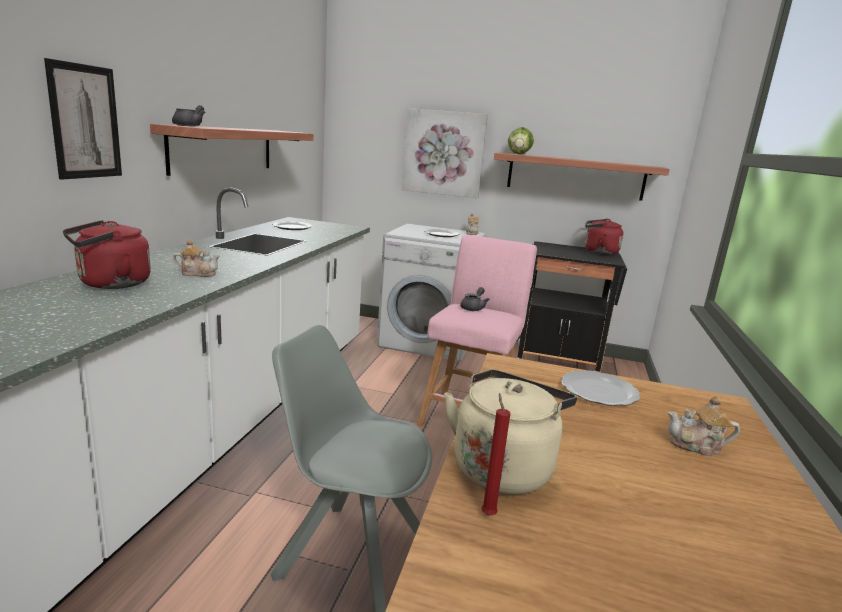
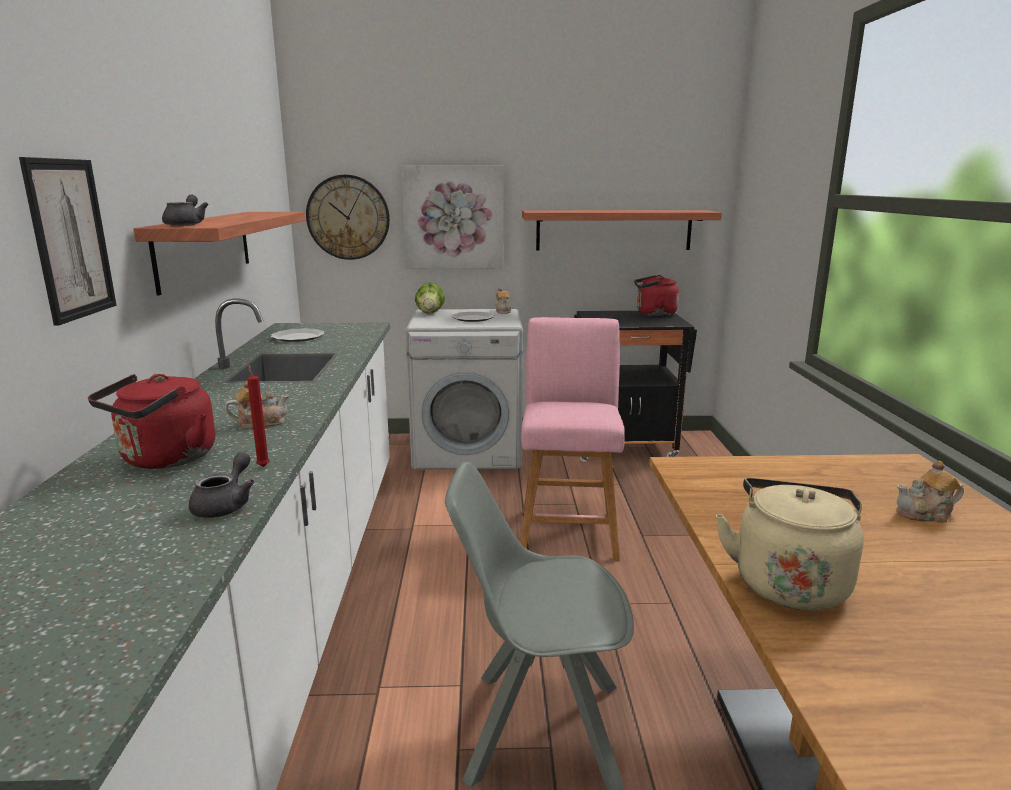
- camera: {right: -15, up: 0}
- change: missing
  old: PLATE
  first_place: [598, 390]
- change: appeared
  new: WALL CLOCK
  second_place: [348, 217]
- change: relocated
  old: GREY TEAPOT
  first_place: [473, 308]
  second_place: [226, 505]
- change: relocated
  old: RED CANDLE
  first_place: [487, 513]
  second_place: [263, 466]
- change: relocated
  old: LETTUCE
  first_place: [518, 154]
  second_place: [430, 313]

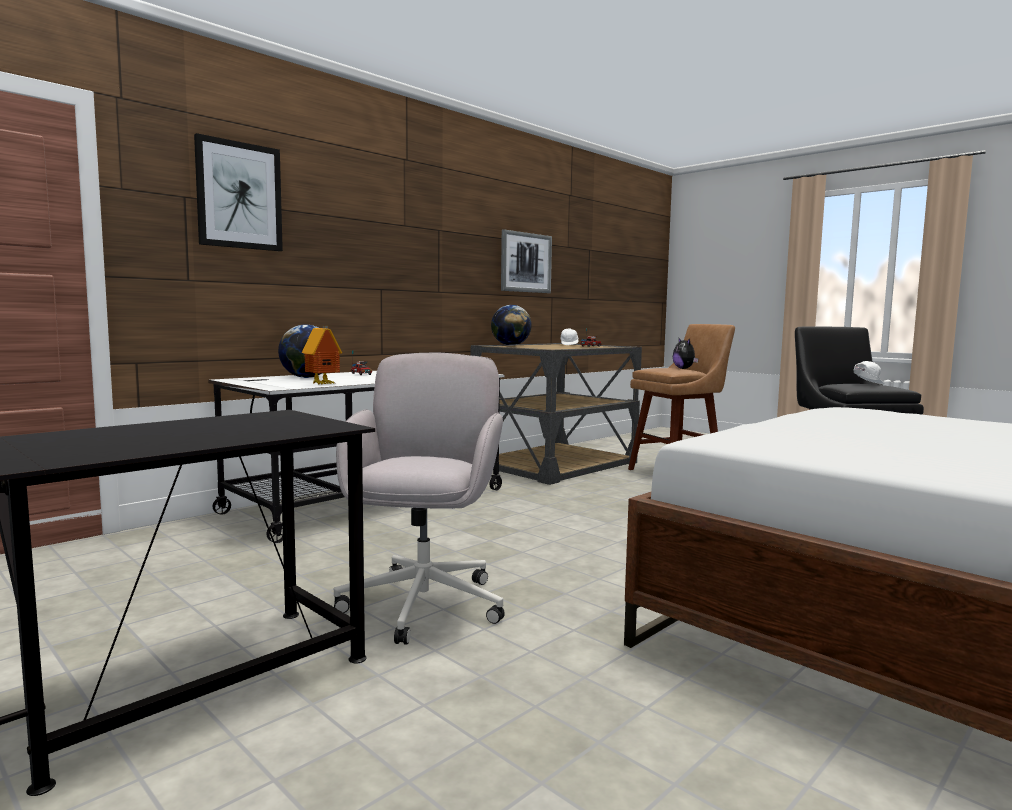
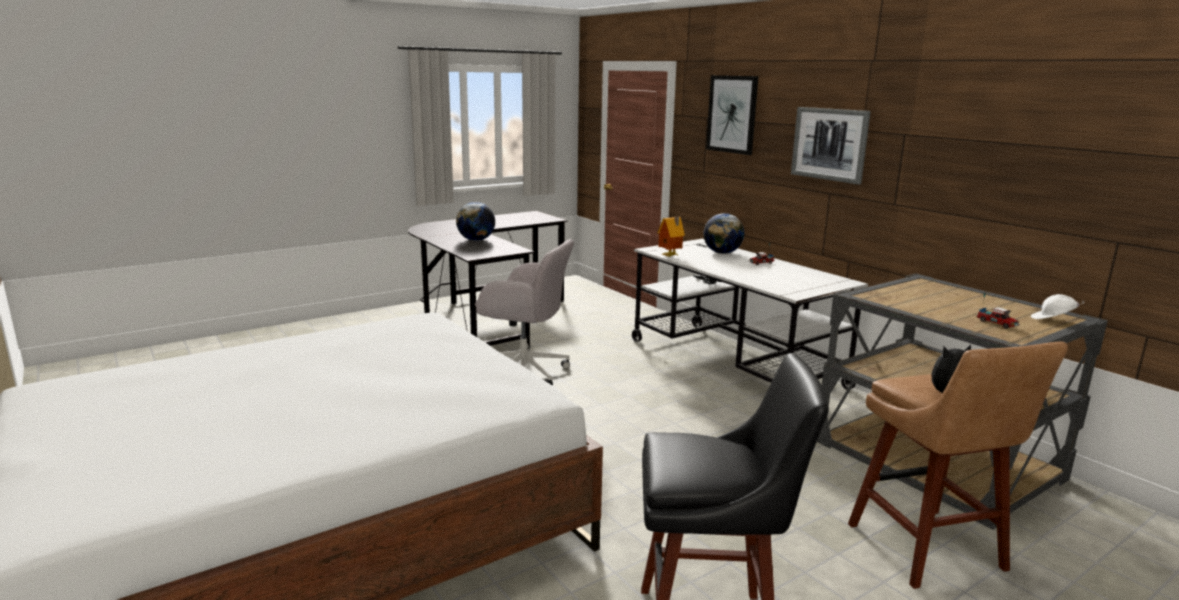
- camera: {right: 100, up: 10}
- change: missing
  old: WHITE CAP
  first_place: [866, 384]
- change: relocated
  old: GLOBE
  first_place: [511, 345]
  second_place: [476, 240]
- change: relocated
  old: PICTURE
  first_place: [526, 262]
  second_place: [829, 144]

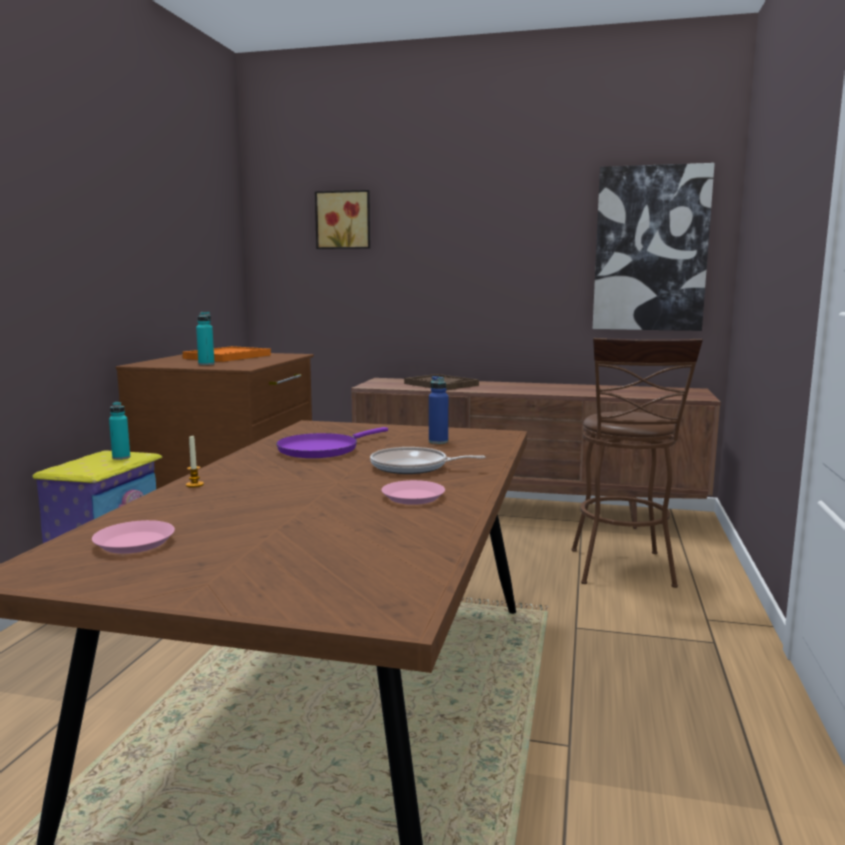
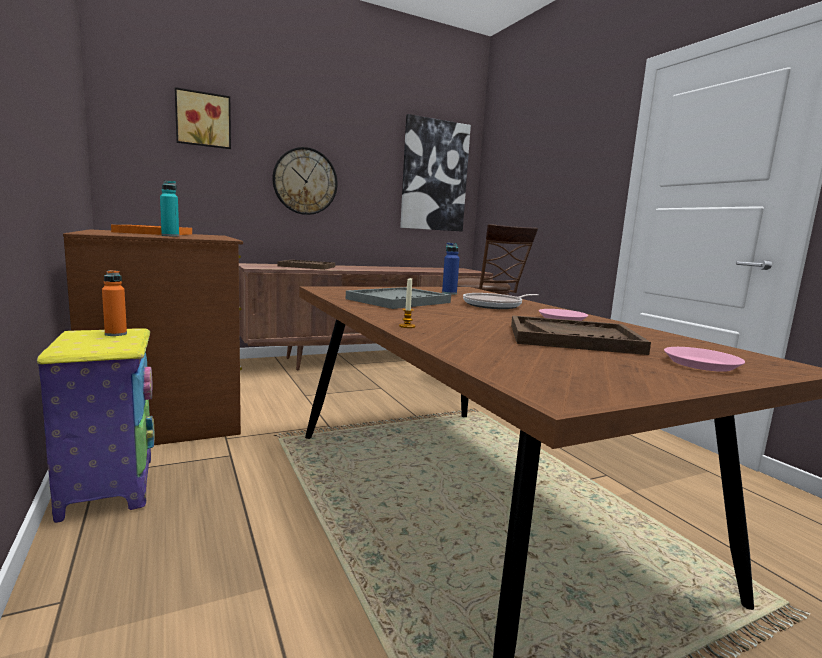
- camera: {right: -40, up: 0}
- change: appeared
  new: WALL CLOCK
  second_place: [305, 181]
- change: appeared
  new: BROWN TRAY
  second_place: [573, 338]
- change: relocated
  old: PINK PLATE
  first_place: [134, 542]
  second_place: [701, 364]
- change: exchanged
  old: PURPLE FRYING PAN
  new: GREY TRAY
  first_place: [322, 449]
  second_place: [398, 301]
- change: colour
  old: TURQUOISE BOTTLE
  new: ORANGE BOTTLE
  first_place: [121, 457]
  second_place: [116, 334]

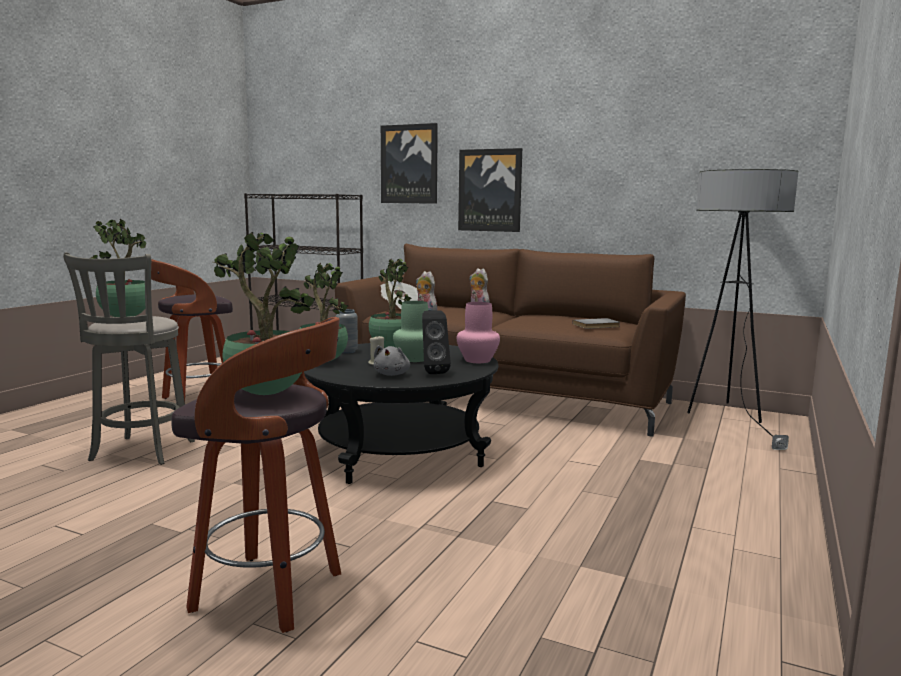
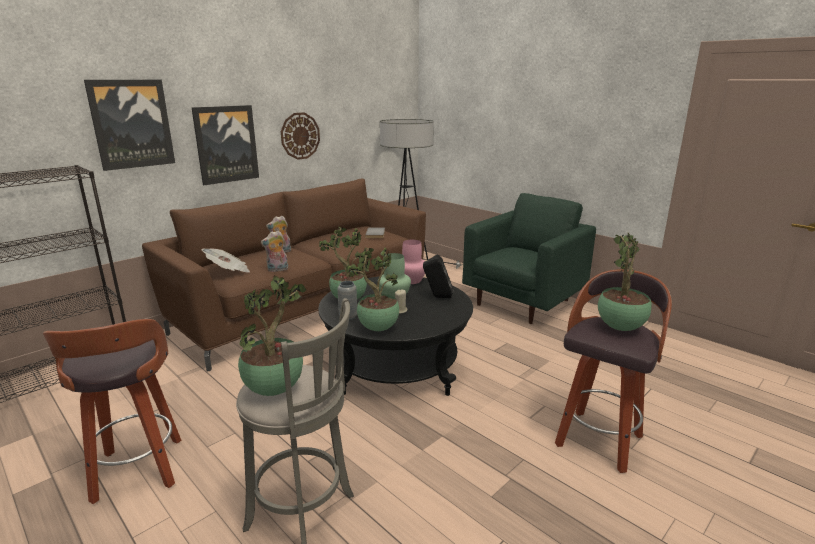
- camera: {right: -70, up: 10}
- change: missing
  old: GREY PLUSH TOY
  first_place: [392, 374]
- change: appeared
  new: WALL CLOCK
  second_place: [300, 136]
- change: appeared
  new: GREEN ARMCHAIR
  second_place: [523, 302]

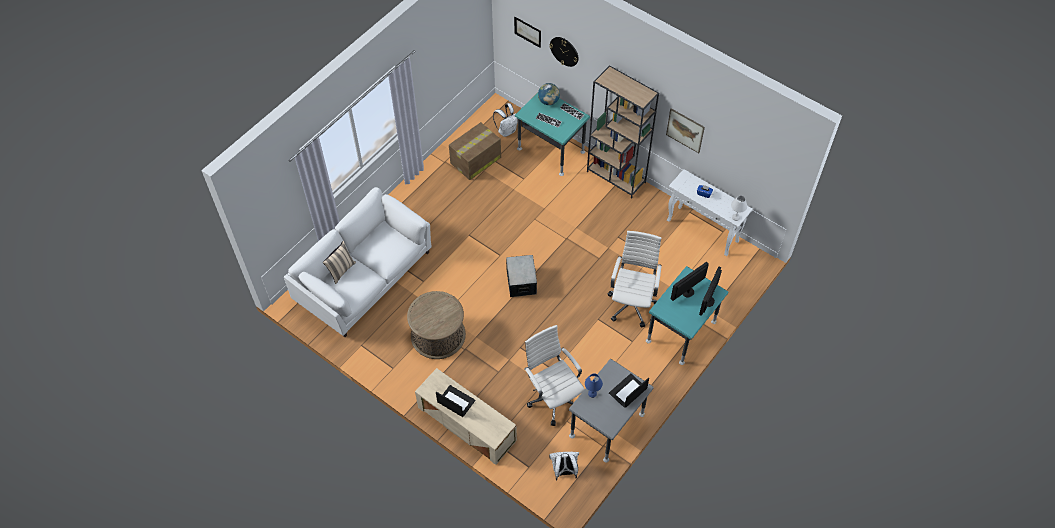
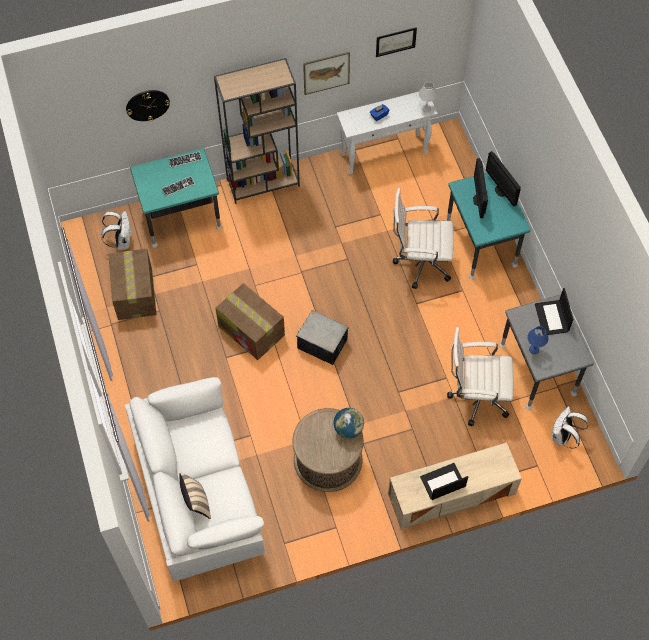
- camera: {right: -55, up: 5}
- change: appeared
  new: CARDBOARD BOX
  second_place: [252, 331]
- change: relocated
  old: PICTURE
  first_place: [527, 32]
  second_place: [395, 41]
- change: relocated
  old: GLOBE
  first_place: [548, 101]
  second_place: [348, 429]
- change: spun
  old: WHITE OFFICE CHAIR
  first_place: [632, 303]
  second_place: [420, 263]
  degrees: -45

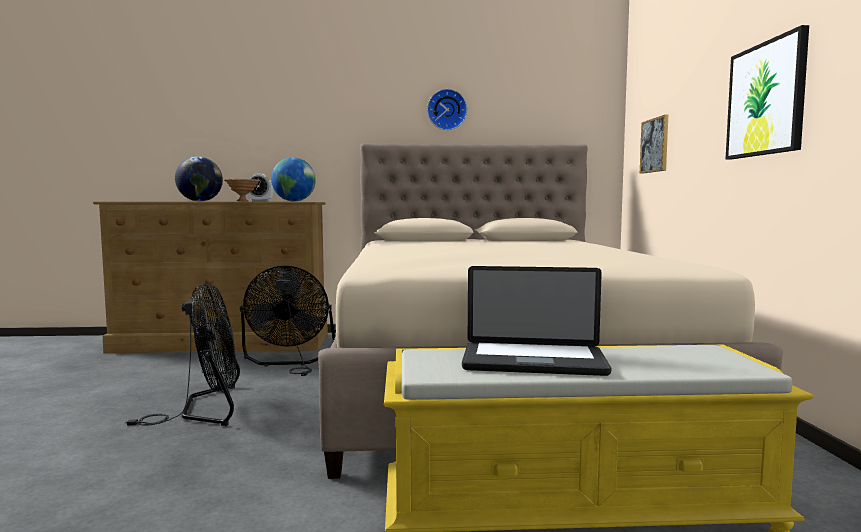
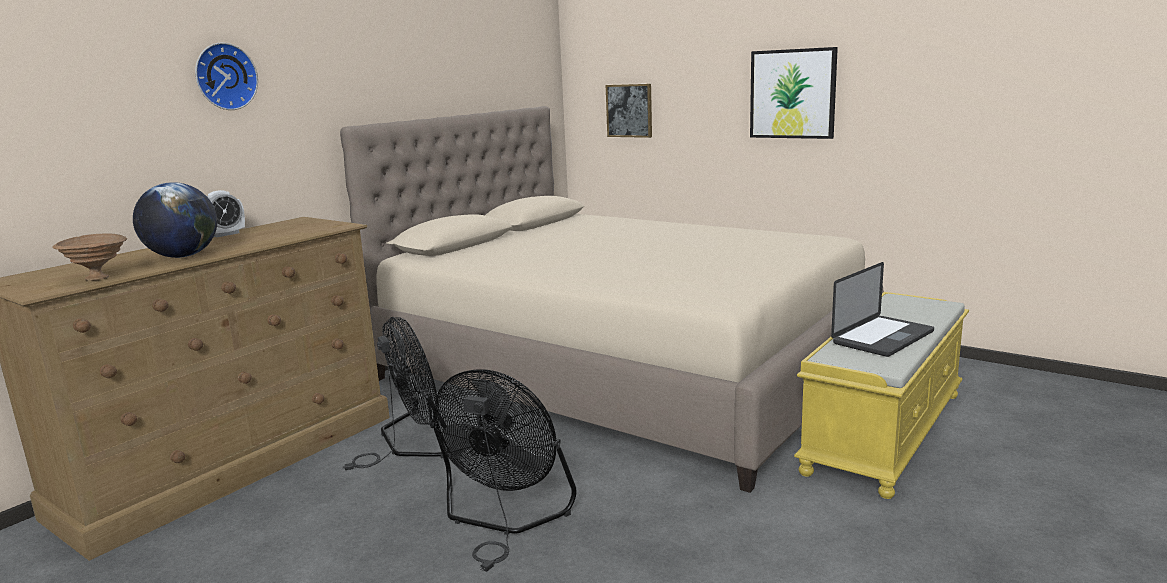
- camera: {right: -50, up: 10}
- change: missing
  old: GLOBE
  first_place: [294, 201]
- change: relocated
  old: BROWN BOWL
  first_place: [243, 201]
  second_place: [99, 278]
- change: relocated
  old: WALL CLOCK
  first_place: [447, 110]
  second_place: [224, 76]
- change: spun
  old: BLACK FAN
  first_place: [289, 362]
  second_place: [406, 441]
  degrees: 120

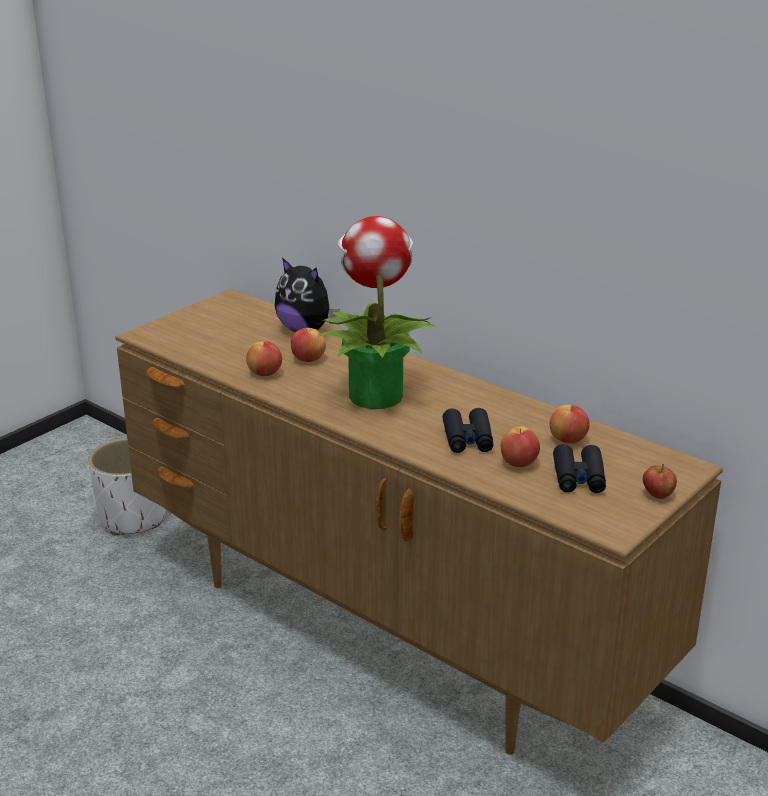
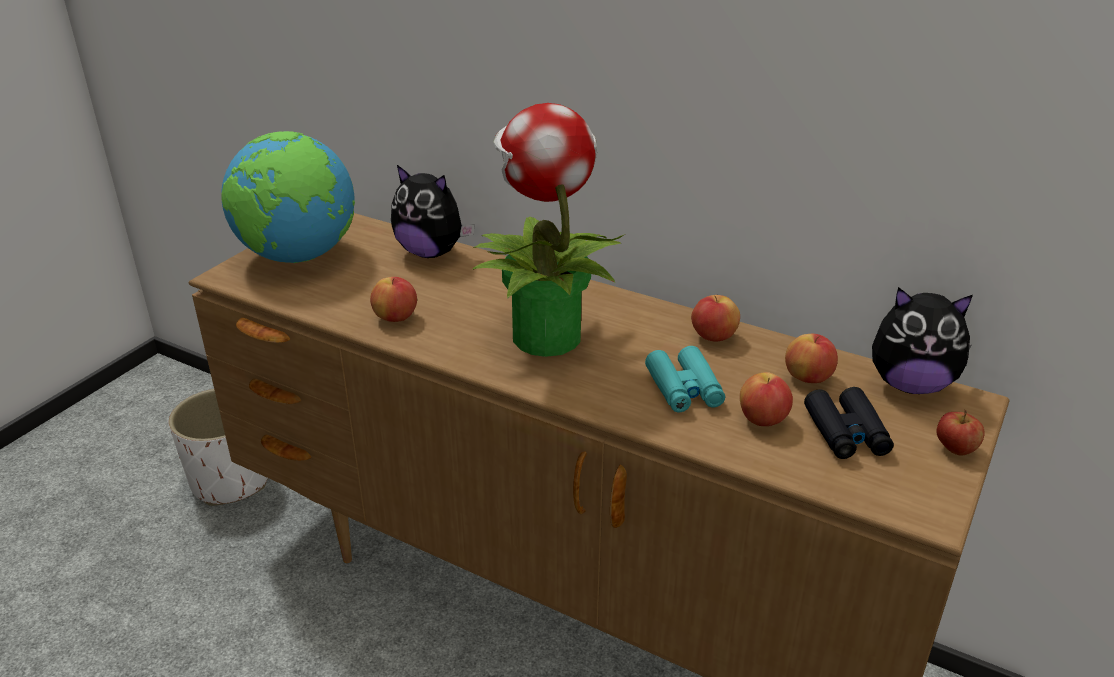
- camera: {right: -10, up: 5}
- change: appeared
  new: GLOBE
  second_place: [298, 256]
- change: appeared
  new: PLUSH TOY
  second_place: [910, 384]
- change: relocated
  old: APPLE
  first_place: [308, 359]
  second_place: [713, 337]
- change: colour
  old: BLACK BINOCULARS
  new: TURQUOISE BINOCULARS
  first_place: [468, 439]
  second_place: [684, 389]

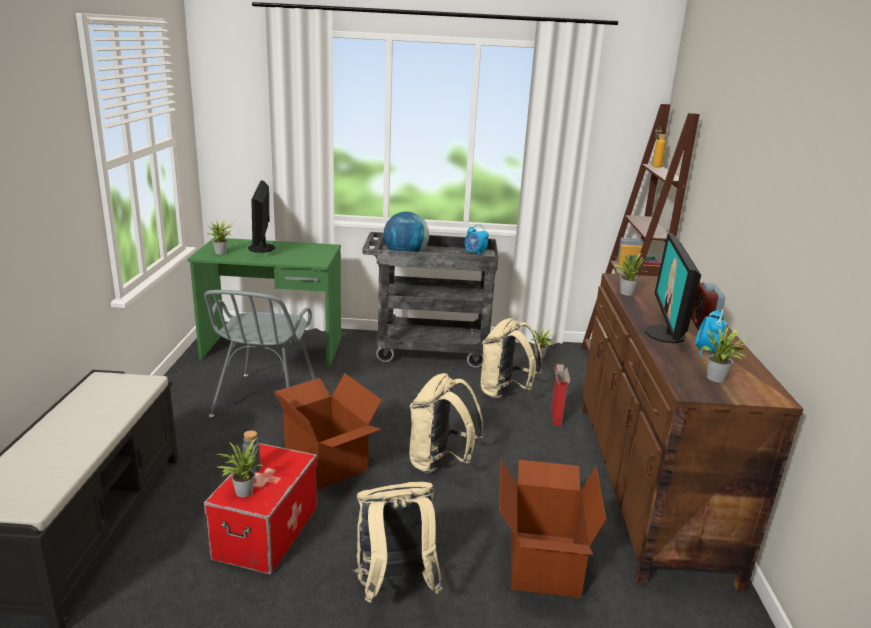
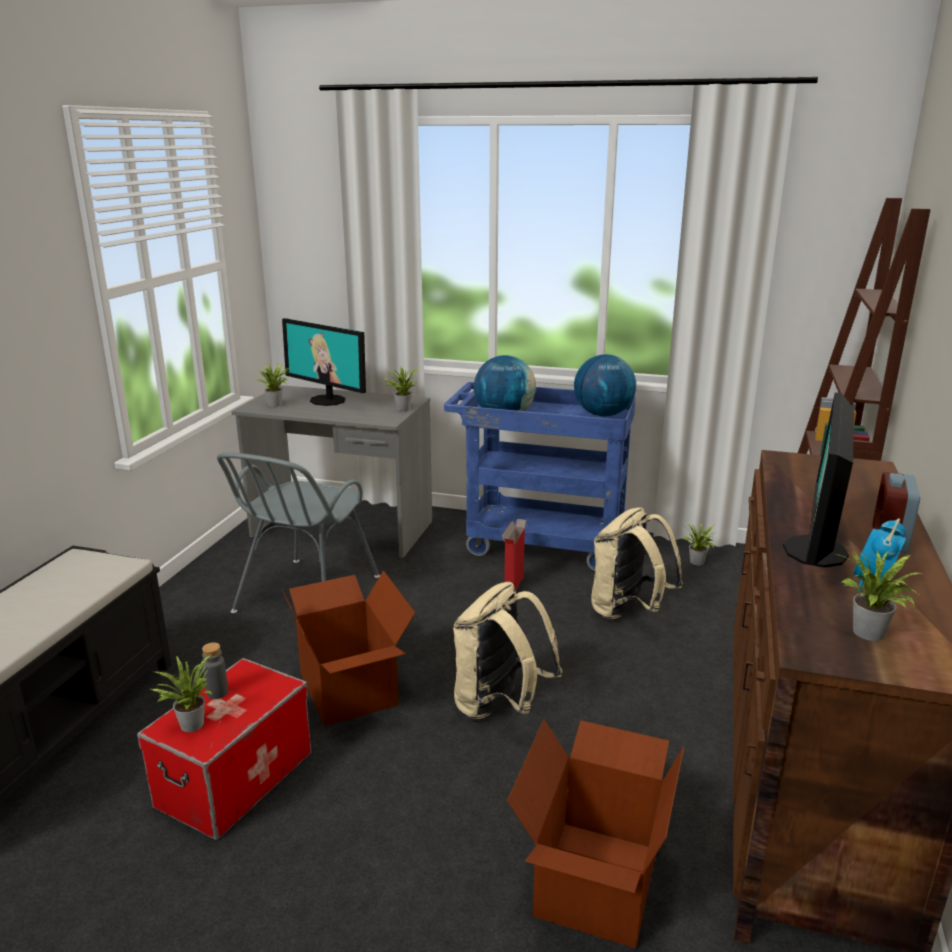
- camera: {right: 15, up: 0}
- change: missing
  old: BEIGE BACKPACK
  first_place: [394, 588]
- change: missing
  old: BOTTLE
  first_place: [655, 166]
- change: relocated
  old: CARDBOARD BOX
  first_place: [556, 416]
  second_place: [514, 584]
- change: relocated
  old: POTTED PLANT
  first_place: [625, 292]
  second_place: [402, 408]
- change: exchanged
  old: ALARM CLOCK
  new: GLOBE
  first_place: [475, 253]
  second_place: [603, 415]
- change: colour
  old: GREEN DESK
  new: GREY DESK
  first_place: [273, 349]
  second_place: [342, 529]
- change: colour
  old: BLACK CART
  new: BLUE CART
  first_place: [426, 355]
  second_place: [536, 549]
- change: spun
  old: MONITOR
  first_place: [262, 248]
  second_place: [328, 400]
  degrees: -60

